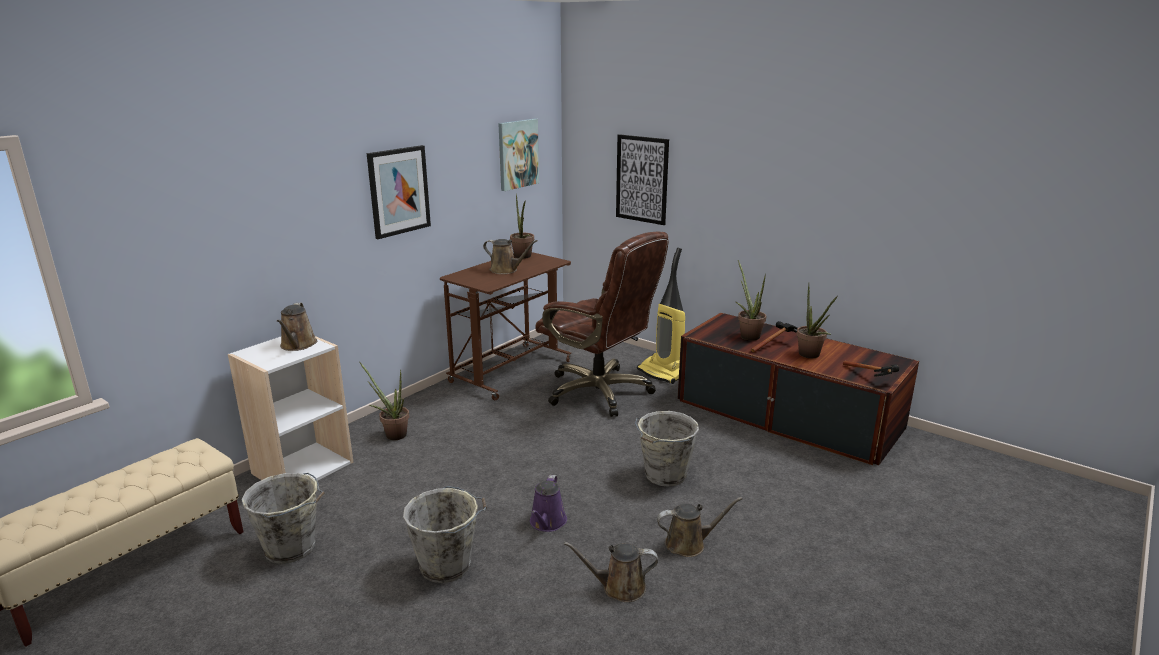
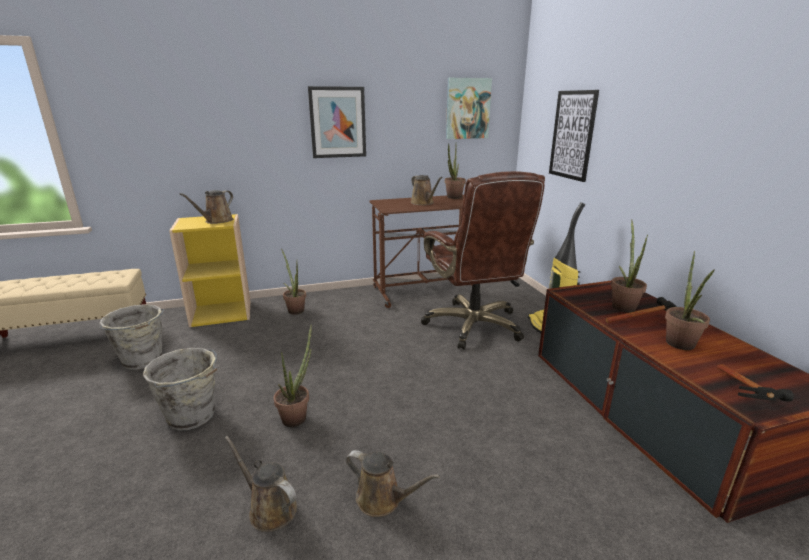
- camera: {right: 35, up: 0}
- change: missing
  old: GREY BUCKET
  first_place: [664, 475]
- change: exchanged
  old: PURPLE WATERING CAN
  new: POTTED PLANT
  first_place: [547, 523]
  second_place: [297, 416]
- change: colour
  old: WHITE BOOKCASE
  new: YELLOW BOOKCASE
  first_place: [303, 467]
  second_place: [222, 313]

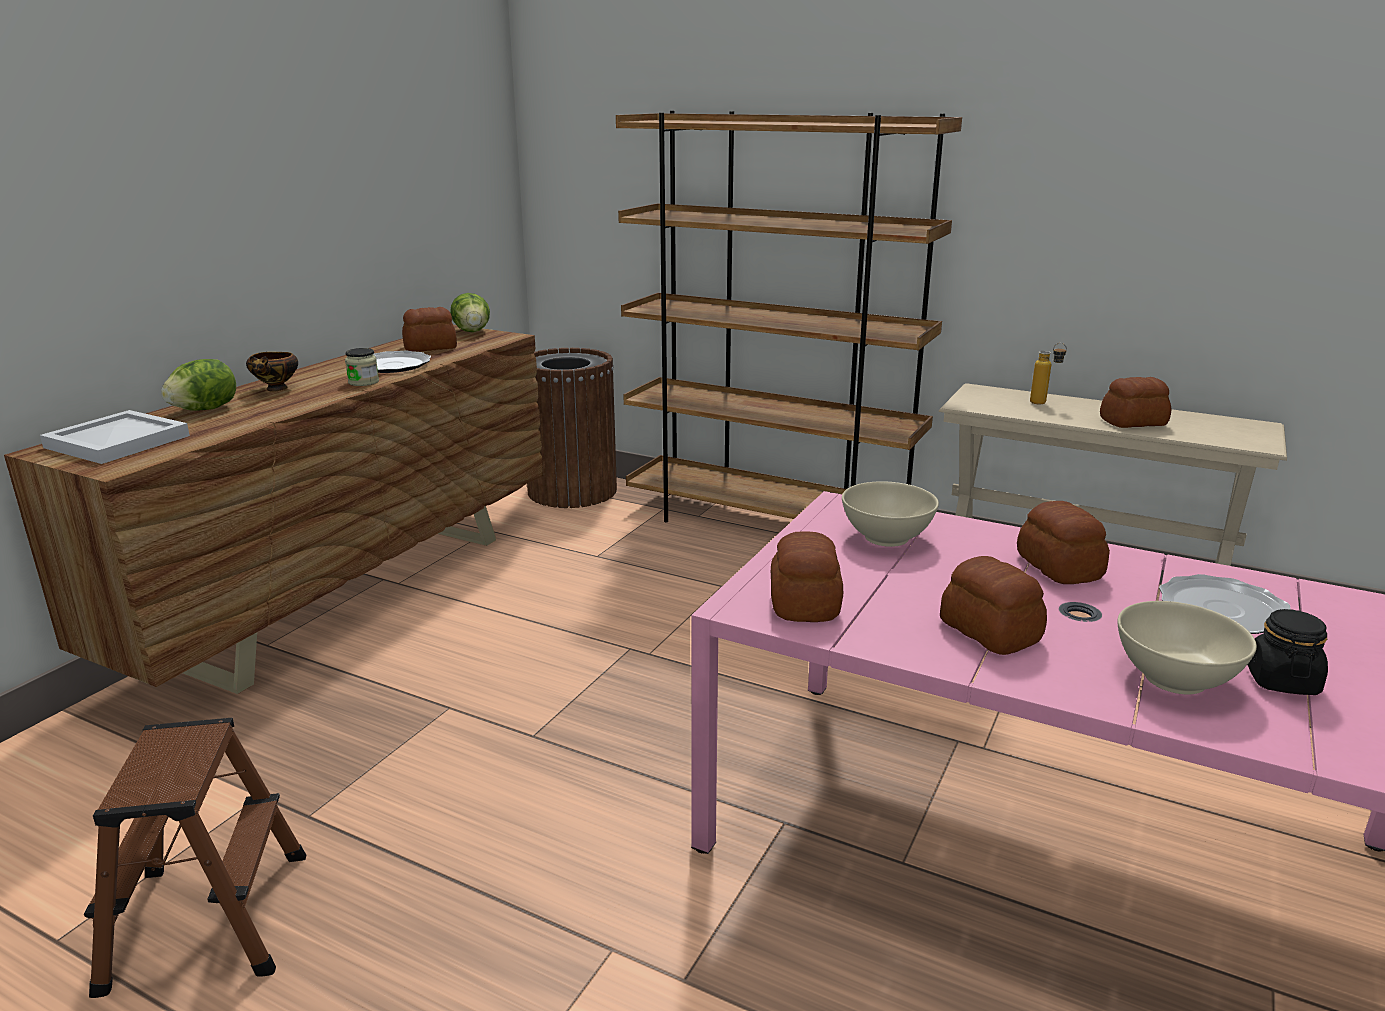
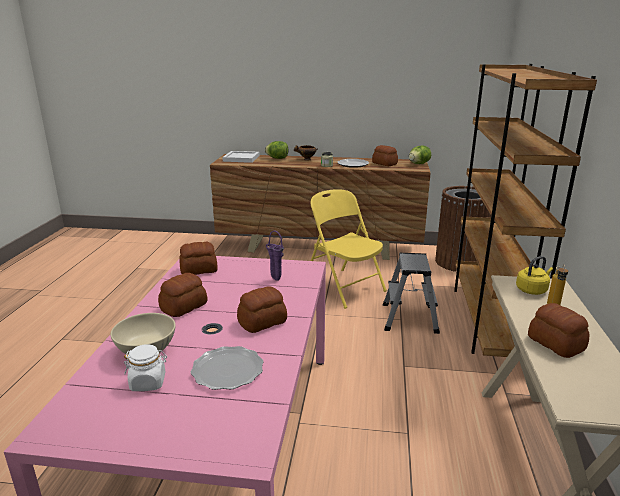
- camera: {right: 70, up: 0}
- change: missing
  old: BROWN STEP LADDER
  first_place: [207, 919]
- change: appeared
  new: YELLOW CHAIR
  second_place: [344, 288]
- change: appeared
  new: GREY STEP LADDER
  second_place: [409, 318]
- change: appeared
  new: YELLOW KETTLE
  second_place: [532, 290]
- change: exchanged
  old: BEIGE BOWL
  new: PURPLE VASE
  first_place: [886, 538]
  second_place: [274, 279]
- change: colour
  old: BLACK JAR
  new: WHITE JAR
  first_place: [1281, 680]
  second_place: [148, 382]

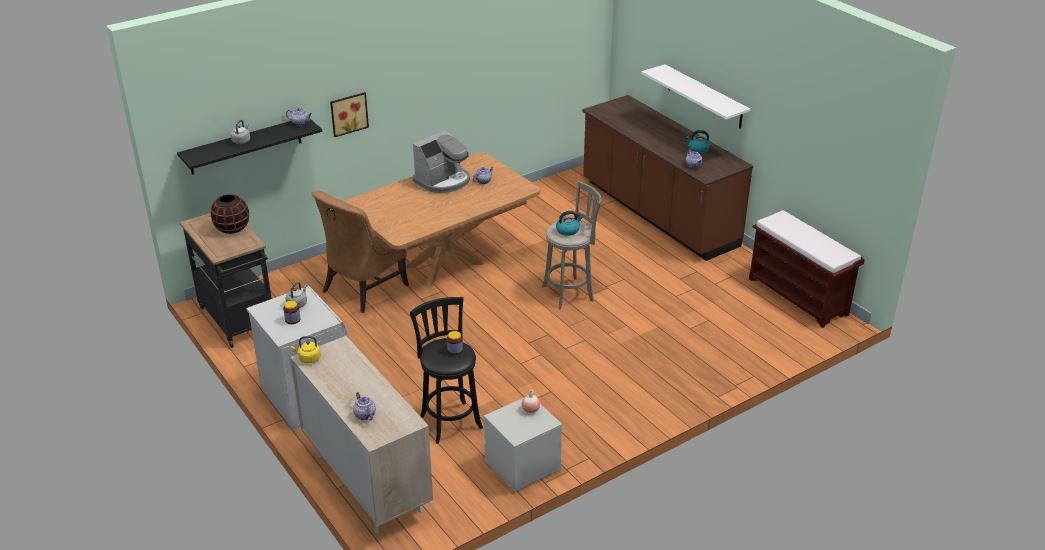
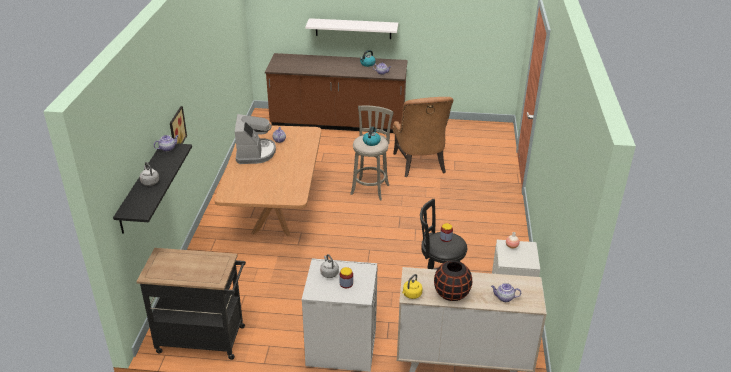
- camera: {right: -50, up: 0}
- change: missing
  old: BROWN BENCH
  first_place: [799, 297]
- change: relocated
  old: BLACK VASE
  first_place: [232, 229]
  second_place: [451, 294]
- change: relocated
  old: BROWN CHAIR
  first_place: [363, 288]
  second_place: [420, 163]

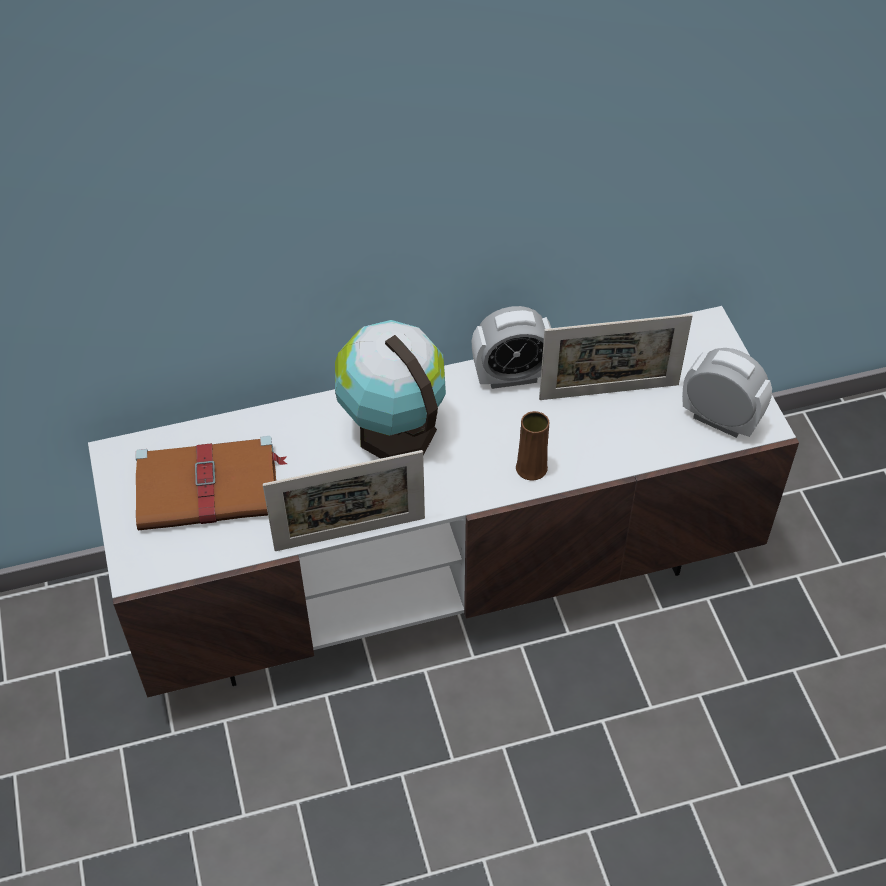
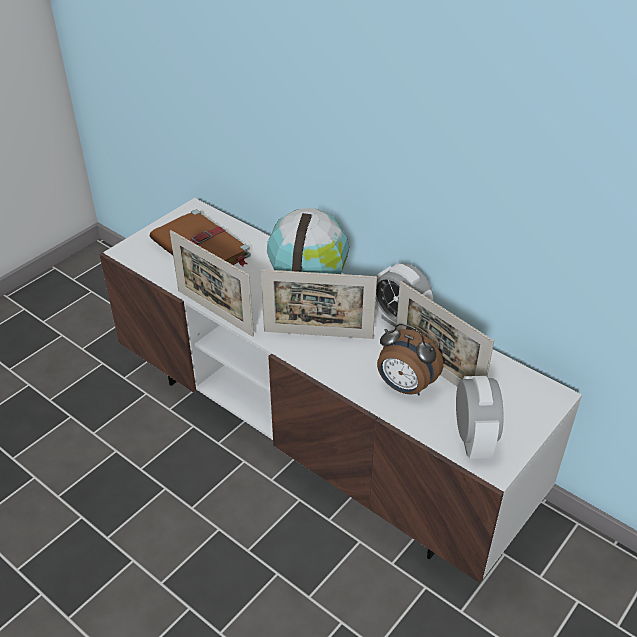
- camera: {right: 55, up: -10}
- change: missing
  old: BROWN VASE
  first_place: [531, 468]
- change: appeared
  new: PICTURE FRAME
  second_place: [318, 334]
- change: appeared
  new: ALARM CLOCK
  second_place: [404, 387]

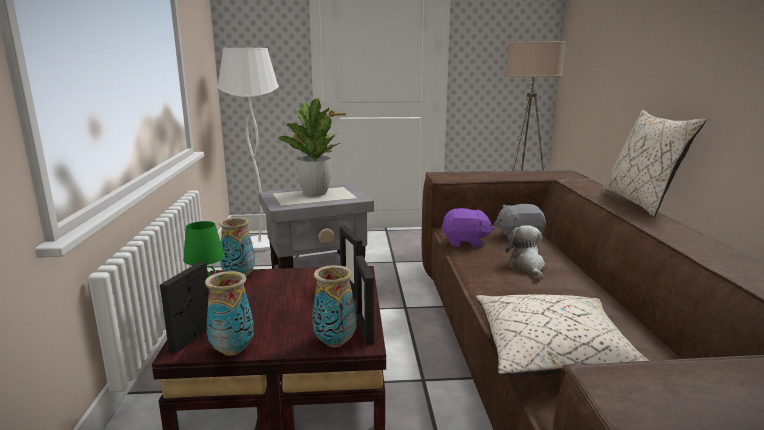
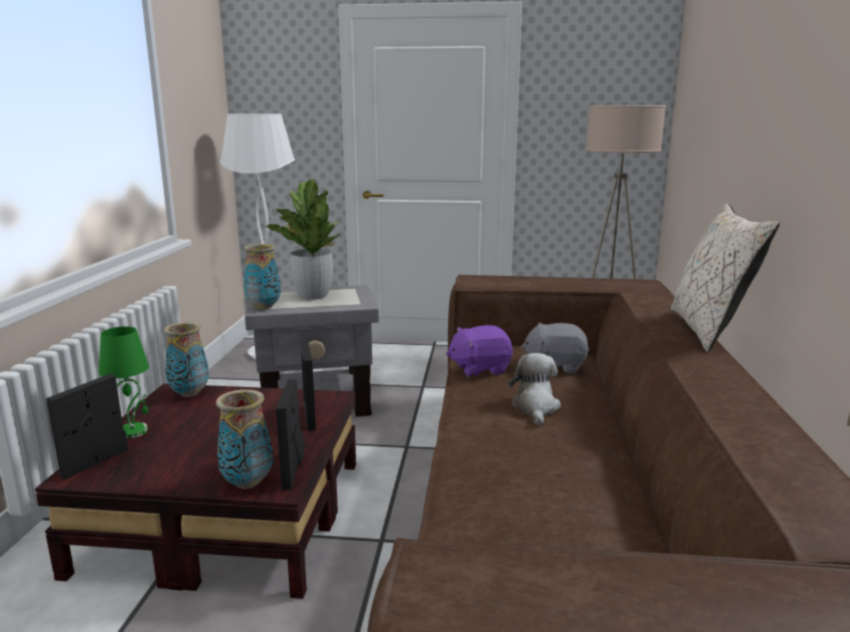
- camera: {right: 10, up: 0}
- change: missing
  old: BEIGE PILLOW
  first_place: [553, 353]
- change: relocated
  old: VASE
  first_place: [232, 350]
  second_place: [264, 307]
- change: spun
  old: PURPLE PLUSH TOY
  first_place: [465, 242]
  second_place: [479, 369]
  degrees: 150

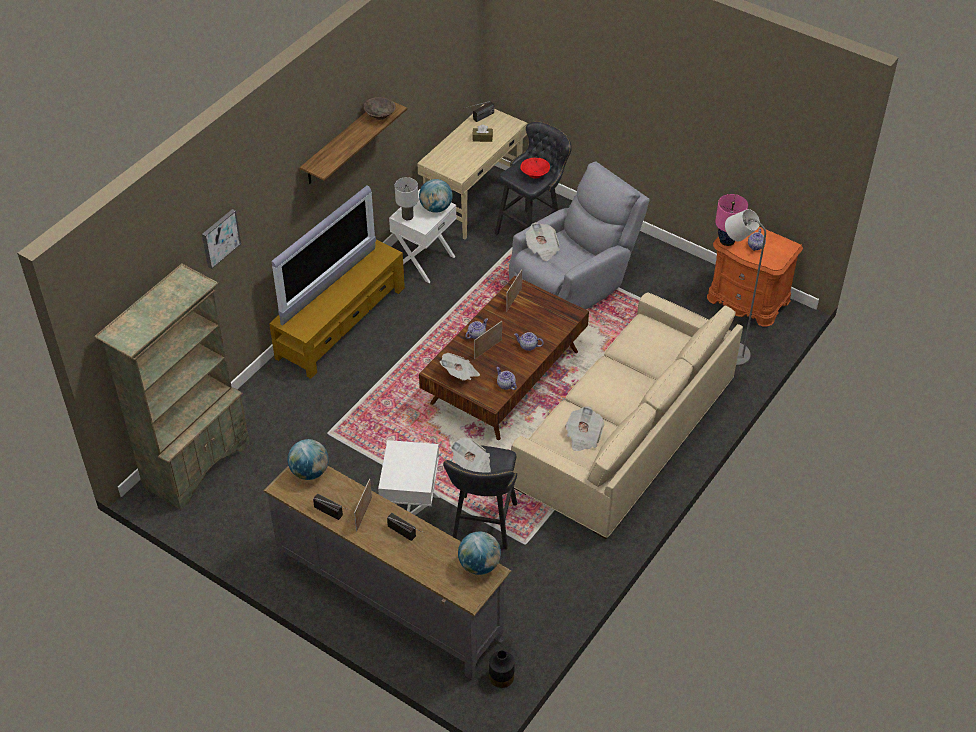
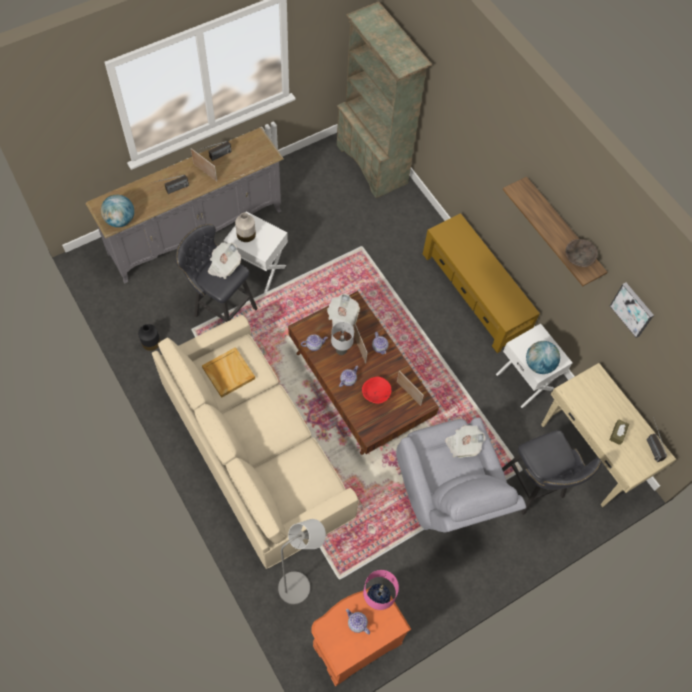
- camera: {right: 110, up: 15}
- change: missing
  old: TELEVISION
  first_place: [329, 287]
- change: missing
  old: GLOBE
  first_place: [309, 472]
- change: appeared
  new: BEIGE VASE
  second_place: [246, 234]
- change: relocated
  old: PICTURE
  first_place: [220, 238]
  second_place: [632, 309]
- change: relocated
  old: WHITE TABLE LAMP
  first_place: [407, 217]
  second_place: [340, 350]
- change: relocated
  old: BLACK VASE
  first_place: [502, 676]
  second_place: [151, 342]
- change: relocated
  old: RED BOWL
  first_place: [535, 174]
  second_place: [376, 394]
- change: exchanged
  old: NEWSPAPER
  new: BEIGE TRAY
  first_place: [583, 436]
  second_place: [228, 373]

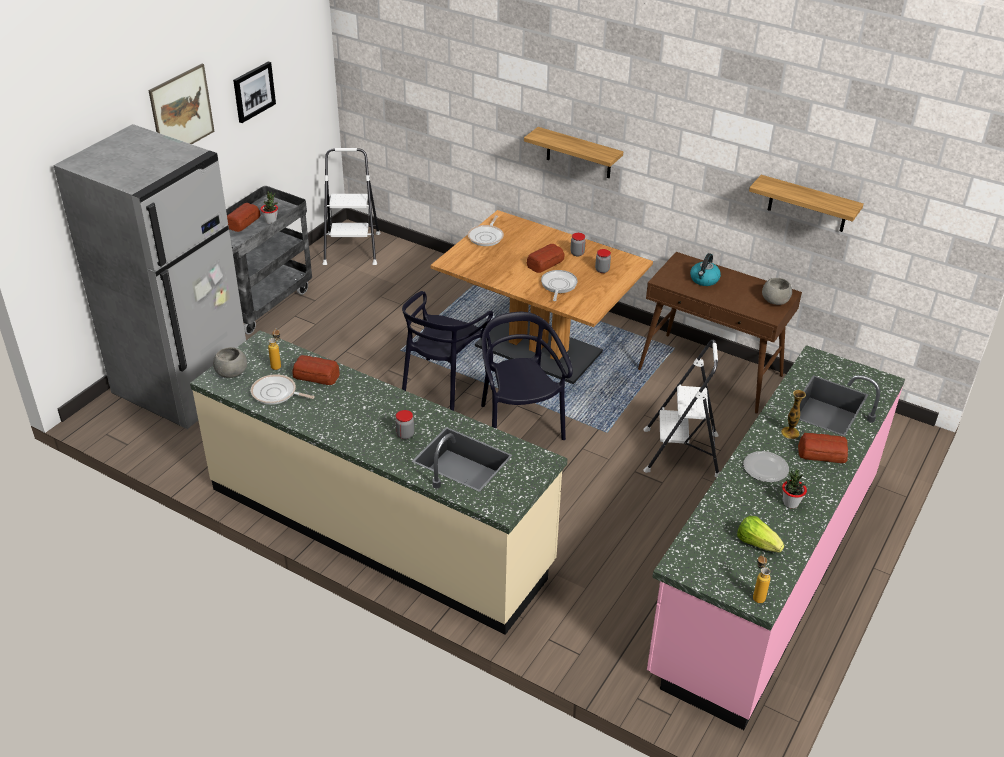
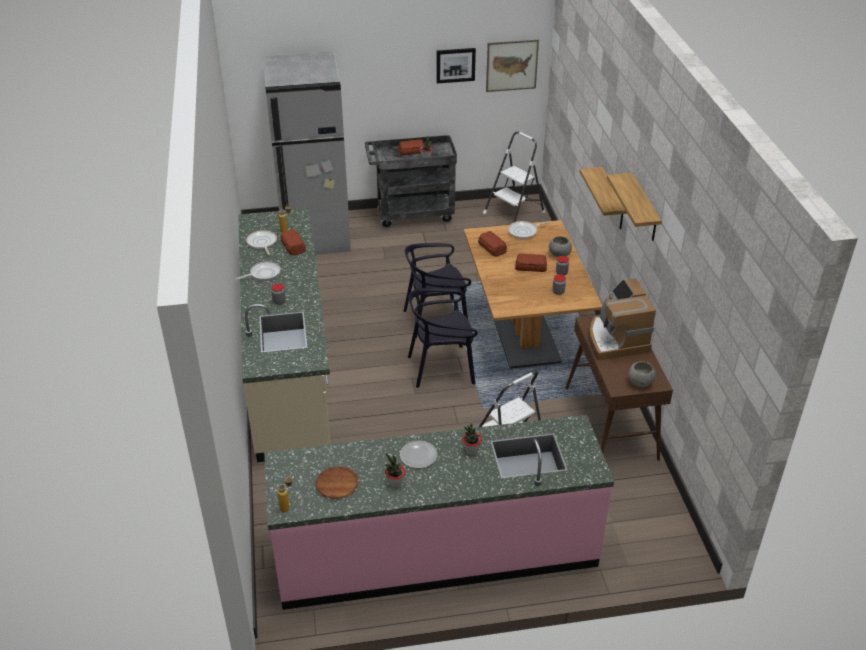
- camera: {right: 50, up: 0}
- change: relocated
  old: PICTURE
  first_place: [182, 111]
  second_place: [511, 65]
- change: relocated
  old: GREY BOWL
  first_place: [231, 373]
  second_place: [559, 255]
- change: relocated
  old: FRYING PAN
  first_place: [558, 285]
  second_place: [263, 274]
- change: relocated
  old: SHELF
  first_place: [808, 204]
  second_place: [644, 209]
- change: relocated
  old: BREAD
  first_place: [821, 453]
  second_place: [492, 247]
- change: exchanged
  old: KETTLE
  new: COFFEE MACHINE
  first_place: [704, 280]
  second_place: [616, 339]
- change: exchanged
  old: LETTUCE
  new: BROWN PLATE
  first_place: [757, 543]
  second_place: [337, 485]
- change: exchanged
  old: VASE
  new: POTTED PLANT
  first_place: [790, 433]
  second_place: [471, 450]
- change: spun
  old: BLACK CHAIR
  first_place: [519, 424]
  second_place: [441, 368]
  degrees: -135

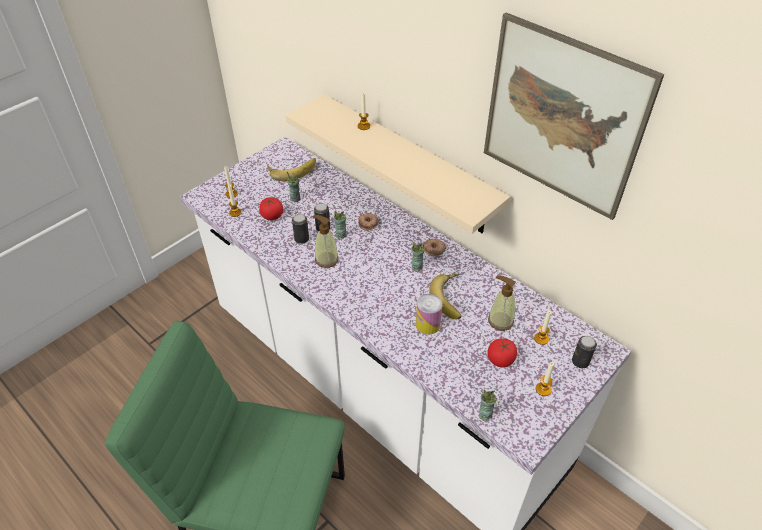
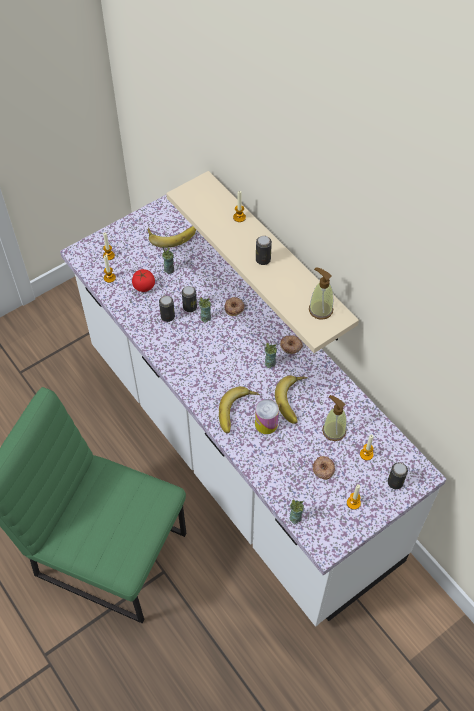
- camera: {right: 10, up: 10}
- change: missing
  old: PICTURE
  first_place: [562, 118]
- change: appeared
  new: BANANA
  second_place: [238, 412]
- change: appeared
  new: CAN
  second_place: [263, 260]
- change: relocated
  old: SOAP DISPENSER
  first_place: [326, 259]
  second_place: [320, 310]
- change: exchanged
  old: TOMATO
  new: DONUT
  first_place: [500, 360]
  second_place: [323, 469]

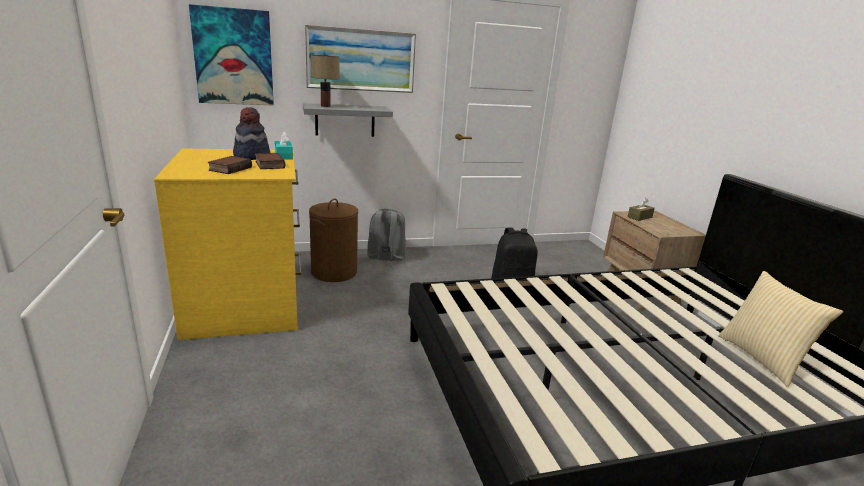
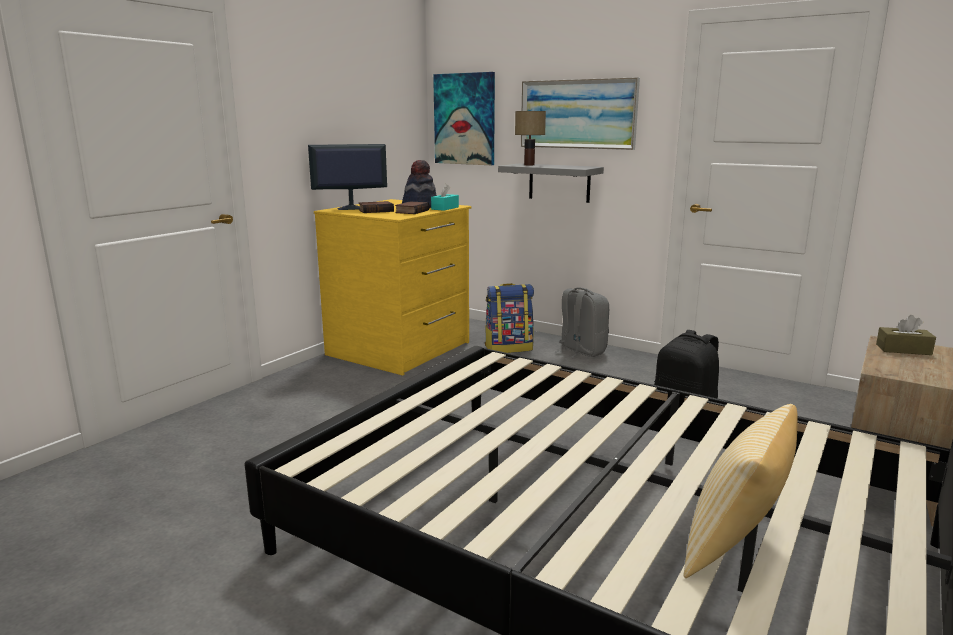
- camera: {right: 50, up: -5}
- change: appeared
  new: MONITOR
  second_place: [350, 208]
- change: exchanged
  old: BROWN LAUNDRY BASKET
  new: BACKPACK
  first_place: [334, 272]
  second_place: [509, 348]

